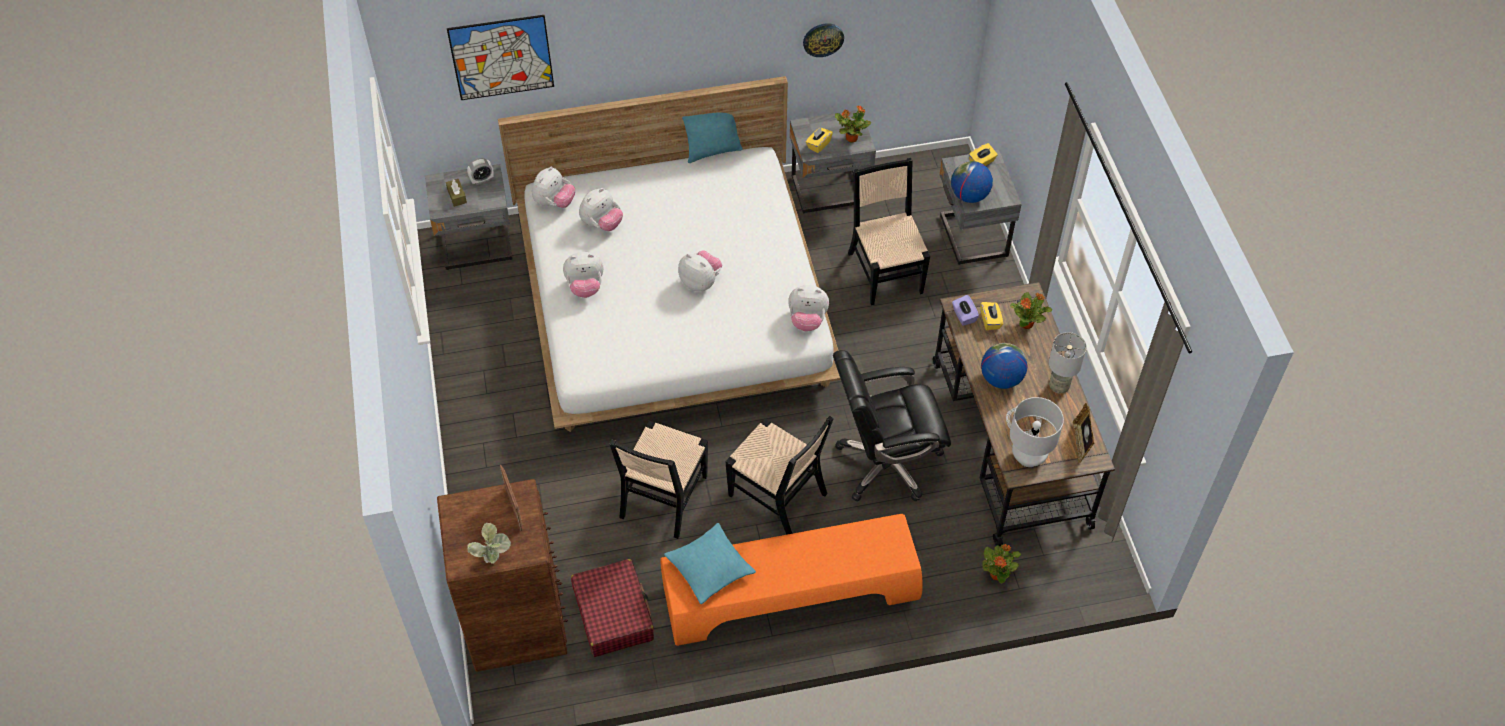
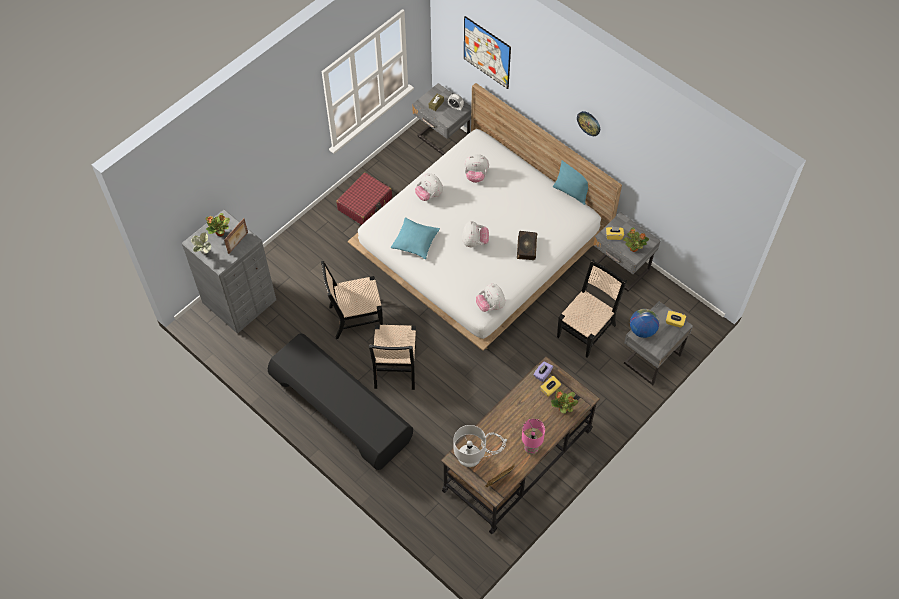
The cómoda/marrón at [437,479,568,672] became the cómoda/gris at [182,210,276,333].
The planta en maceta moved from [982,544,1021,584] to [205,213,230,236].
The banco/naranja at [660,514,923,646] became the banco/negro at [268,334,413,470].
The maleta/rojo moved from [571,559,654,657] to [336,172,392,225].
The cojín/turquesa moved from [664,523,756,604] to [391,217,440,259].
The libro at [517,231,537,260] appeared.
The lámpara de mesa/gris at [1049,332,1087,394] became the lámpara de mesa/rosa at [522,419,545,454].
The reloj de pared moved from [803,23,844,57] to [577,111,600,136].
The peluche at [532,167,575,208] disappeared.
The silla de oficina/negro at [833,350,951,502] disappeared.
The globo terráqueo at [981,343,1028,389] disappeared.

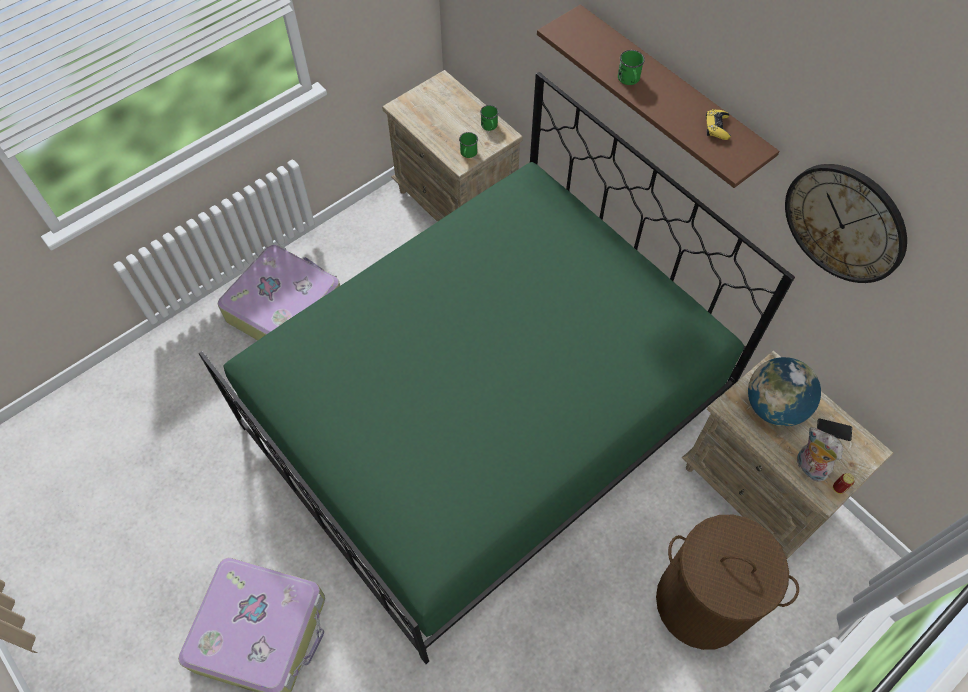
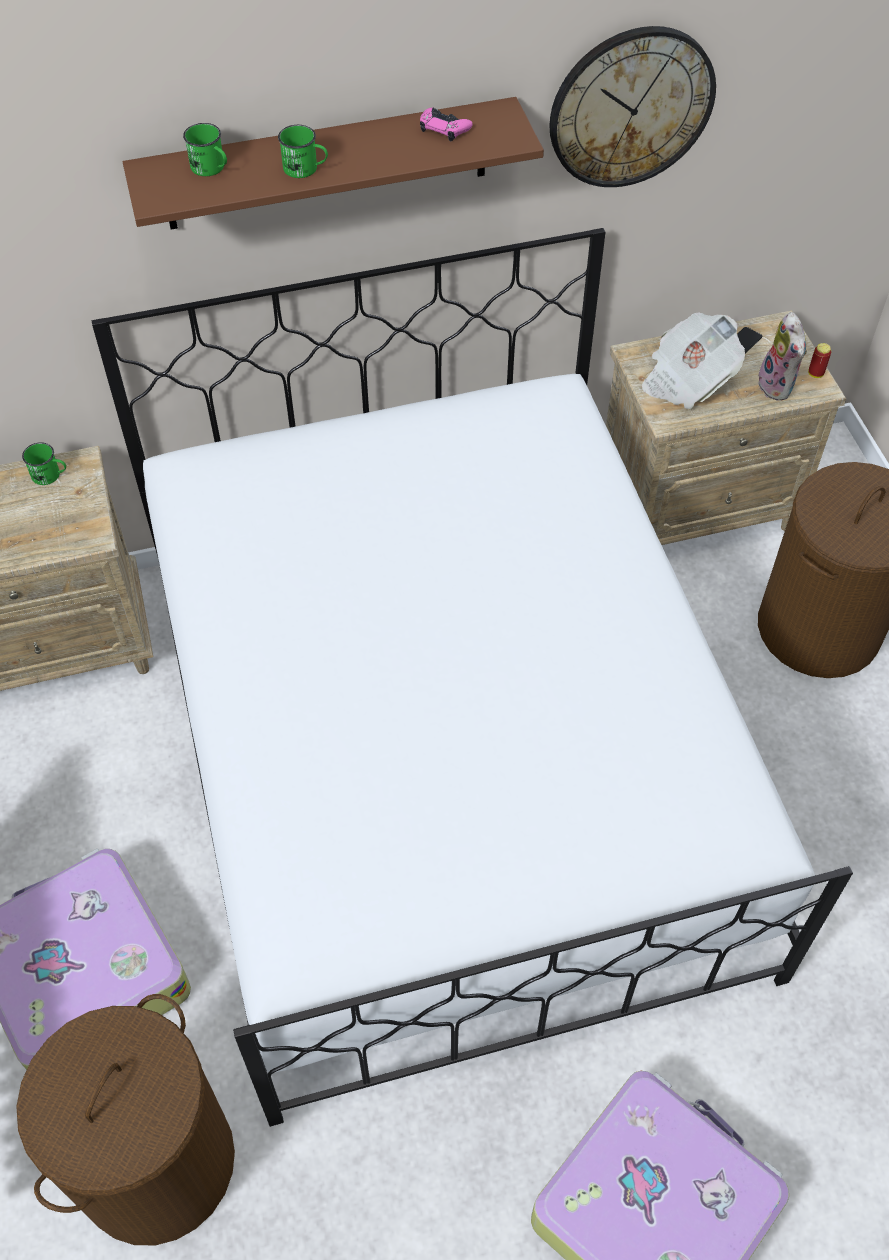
The cesto de la ropa/marrón at [16,994,235,1245] appeared.
The cama/verde at [198,72,795,664] became the cama/blanco at [92,228,853,1127].
The taza grande/verde moved from [459,132,478,158] to [183,123,227,176].
The mando de consola/amarillo at [706,109,731,140] became the mando de consola/rosa at [420,108,473,141].
The globo terráqueo at [748,357,821,426] was replaced by the periódico at [642,312,745,409].
The peluche at [797,427,843,482] turned 90 degrees counterclockwise.

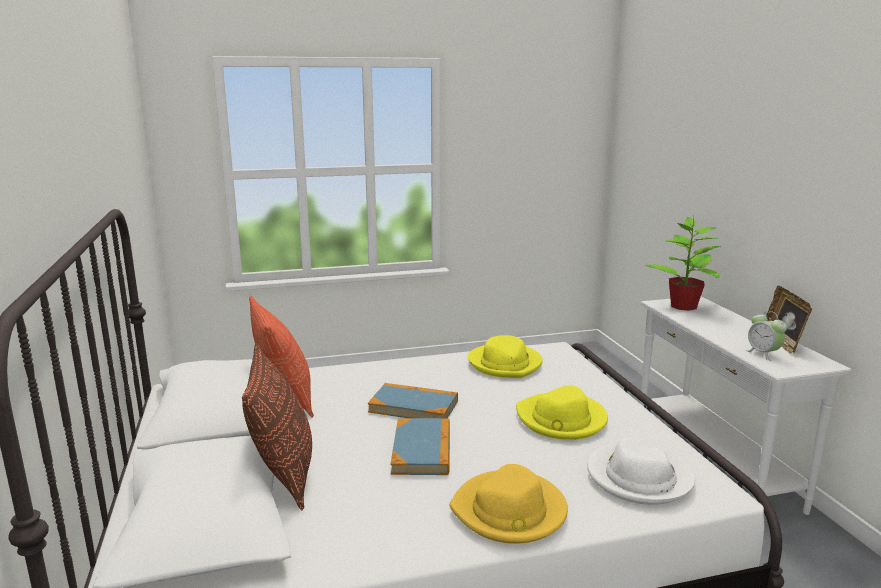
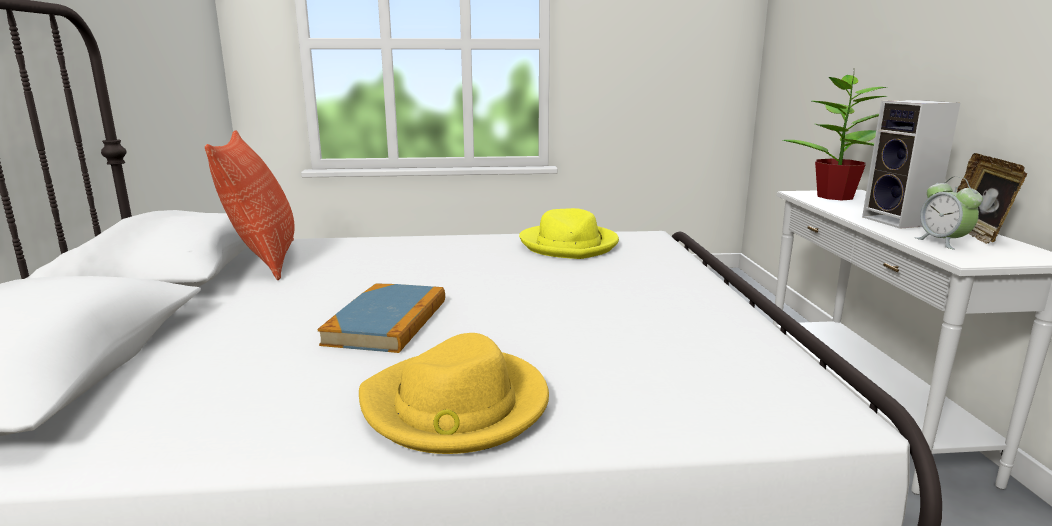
The altavoz at [862,100,960,229] appeared.
The cojín/marrón at [242,343,312,510] disappeared.
The libro at [368,383,458,418] disappeared.
The sombrero/amarillo at [516,385,608,440] disappeared.
The sombrero/blanco at [587,438,695,505] disappeared.

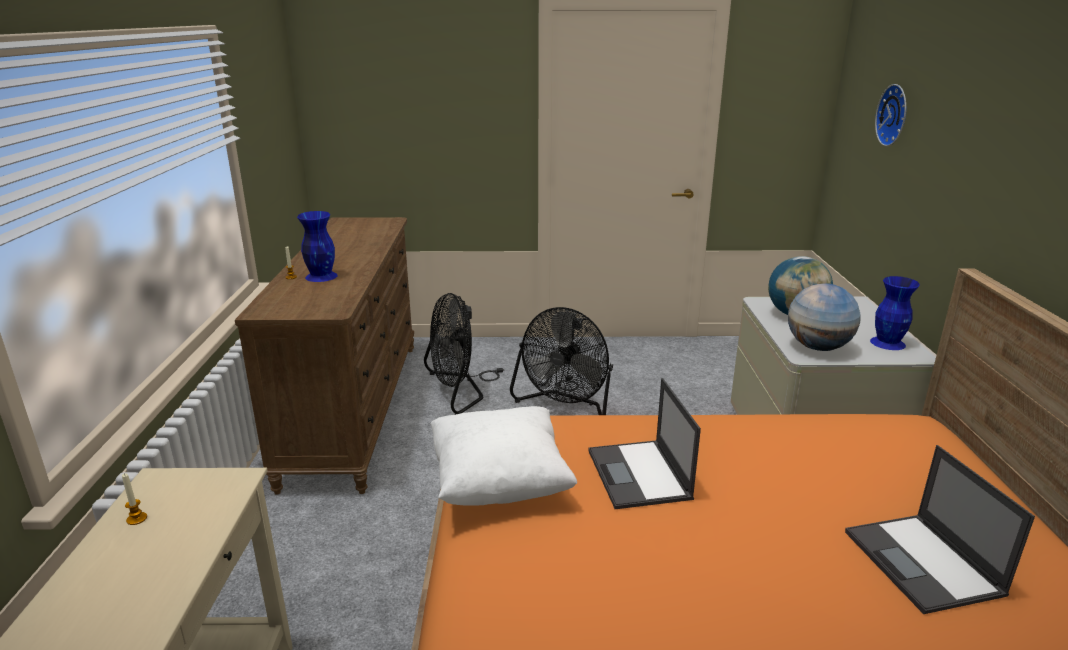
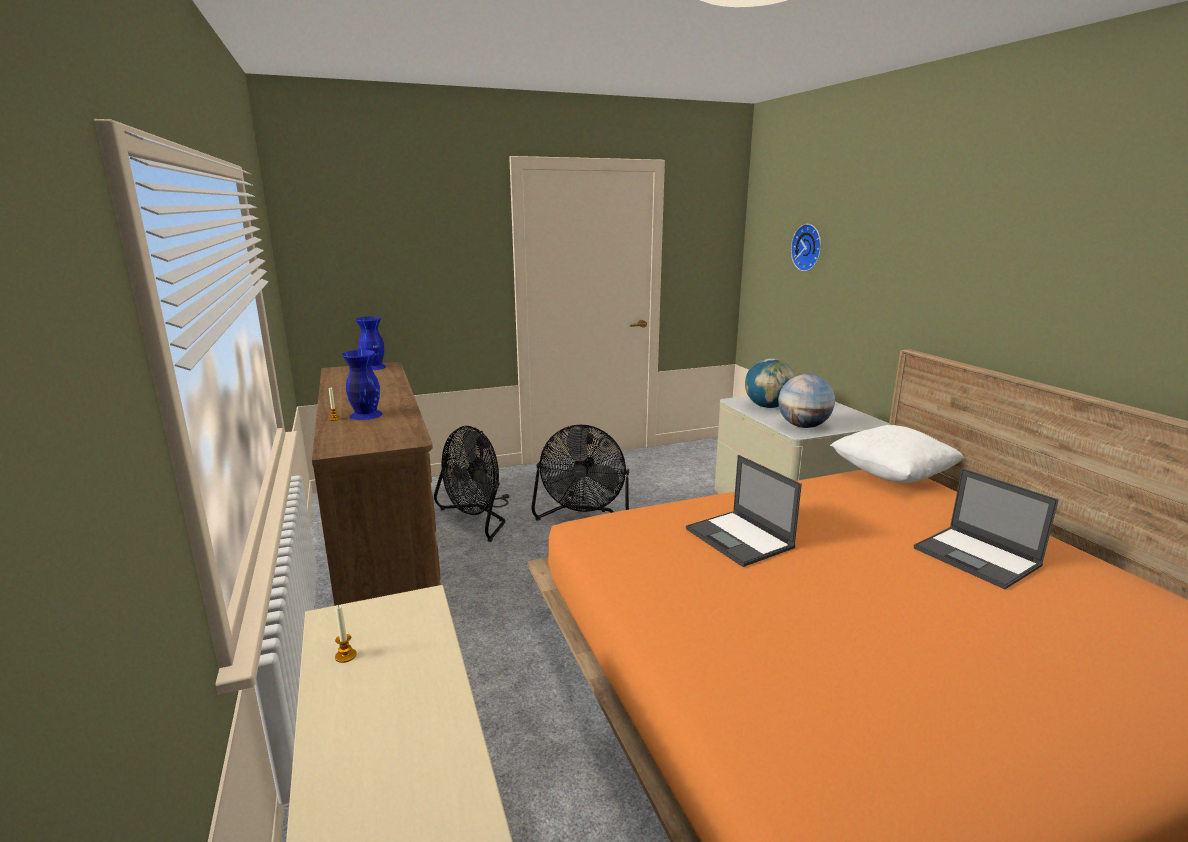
The florero/azul moved from [870,276,920,350] to [355,316,386,370].
The cojín/blanco moved from [430,406,577,506] to [830,425,964,483].

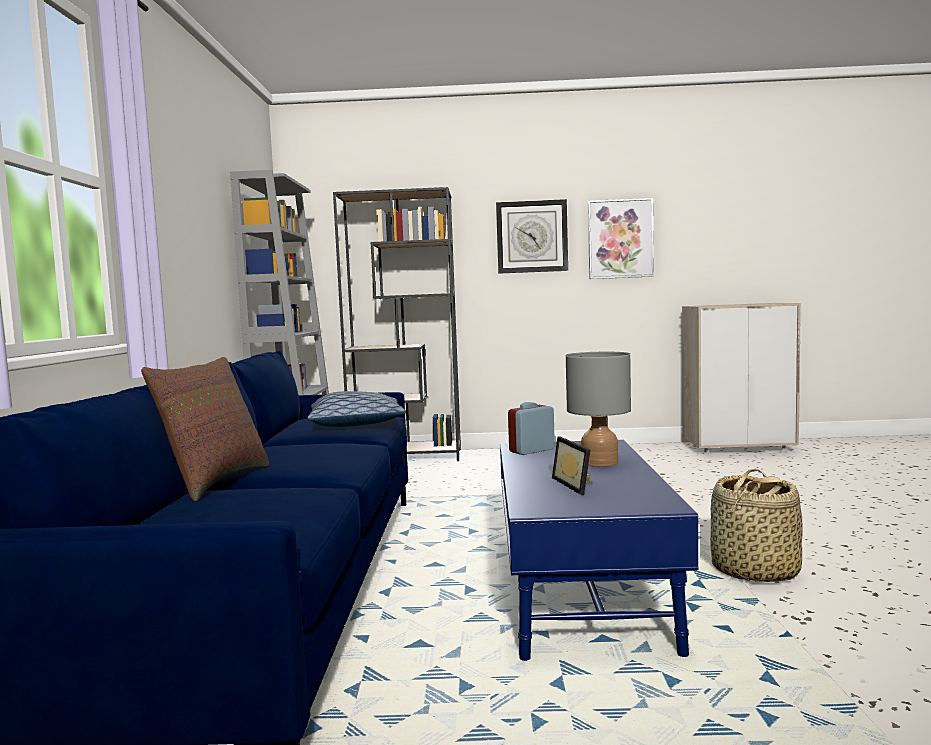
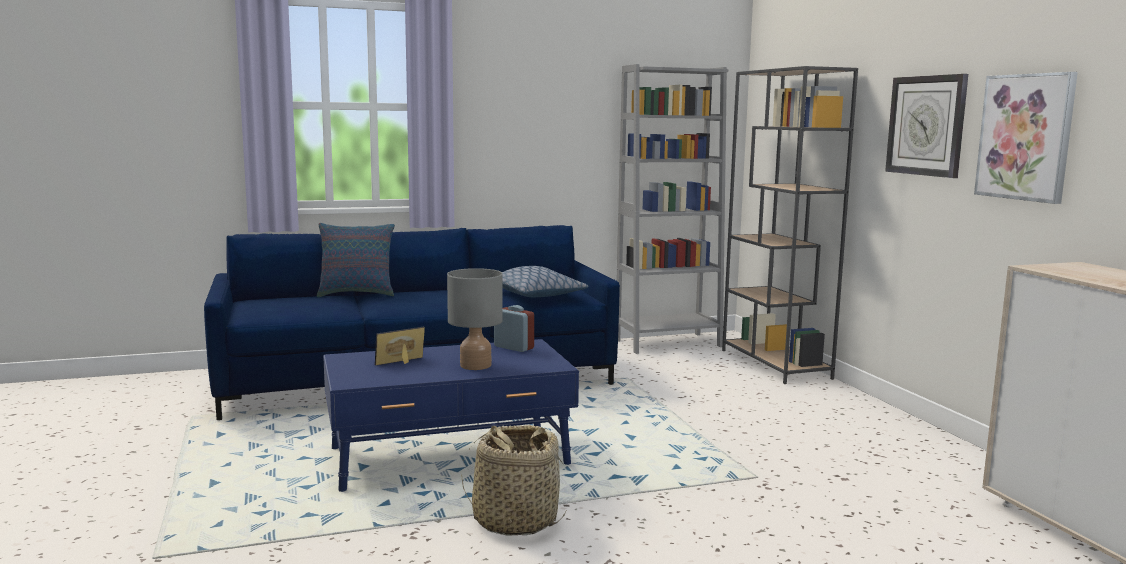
The cojín/marrón at [141,357,269,502] became the cojín/azul at [317,223,395,297].

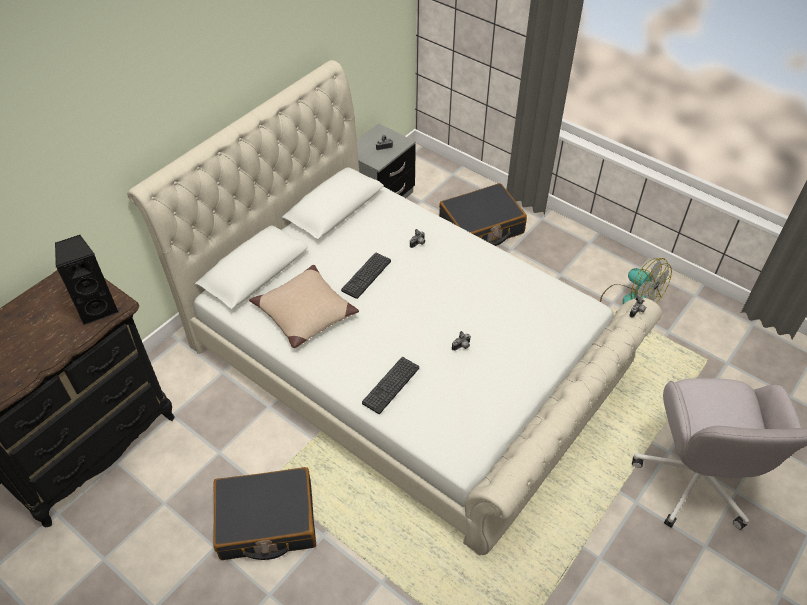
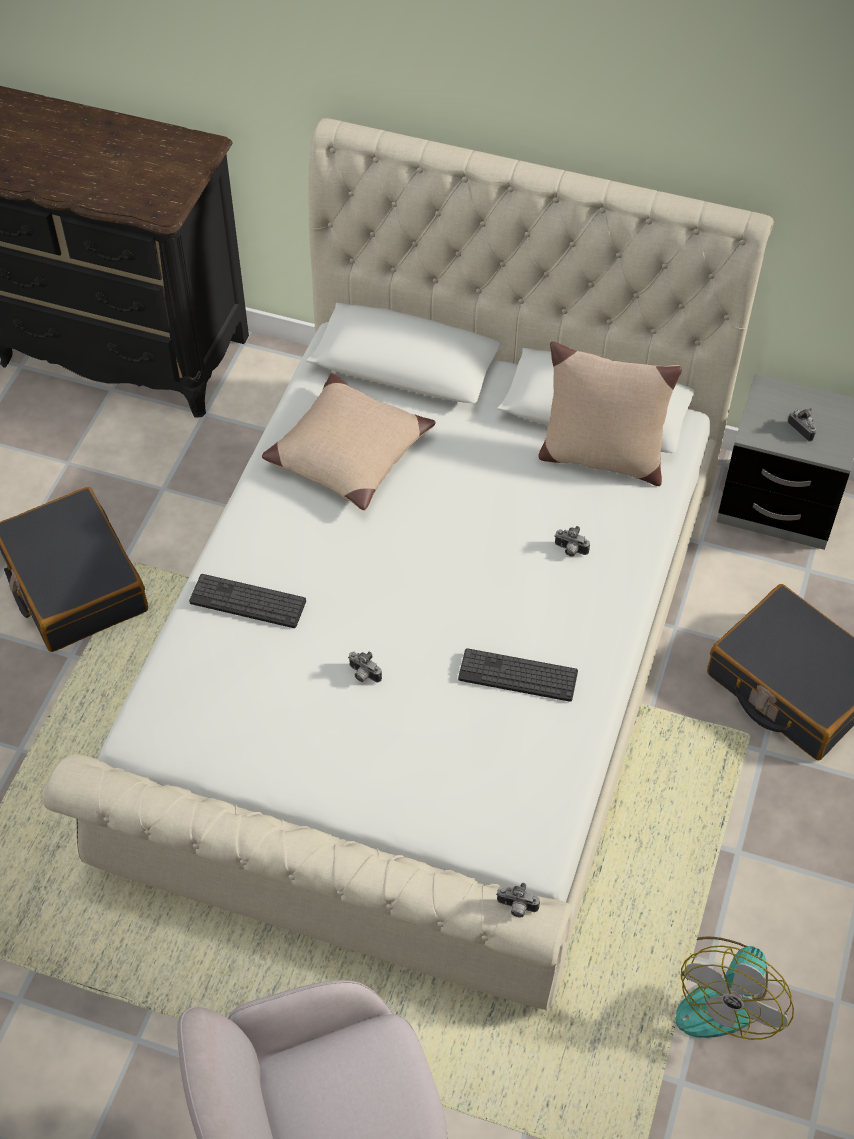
The teclado moved from [341,253,391,299] to [458,648,578,702].
The cojín/beis at [538,341,682,486] appeared.
The altavoz/negro at [55,235,119,325] disappeared.

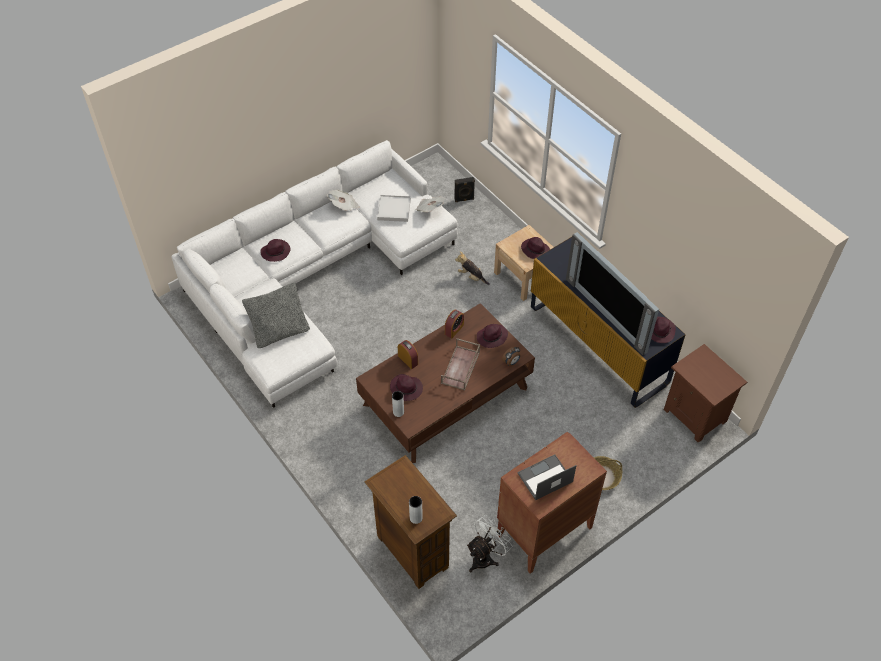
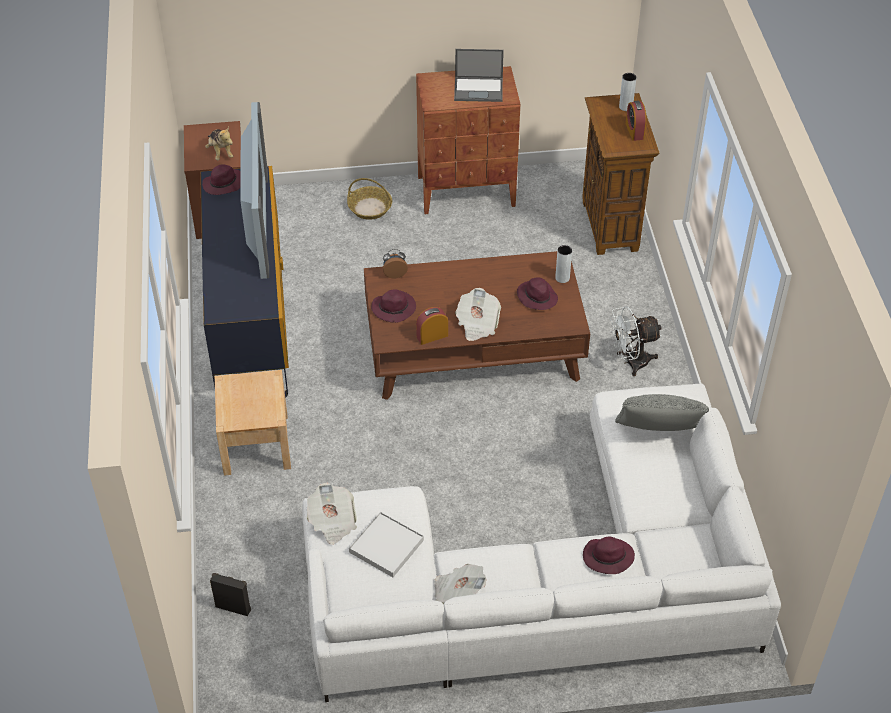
The peluche moved from [455,251,490,285] to [205,127,233,160].
The periódico at [455,288,501,341] appeared.
The ventilador/blanco moved from [466,515,512,573] to [610,306,662,376].
The despertador moved from [398,340,418,369] to [626,101,646,141].
The bandeja/marrón at [441,338,480,391] disappeared.
The sombrero/morado at [521,237,550,259] disappeared.

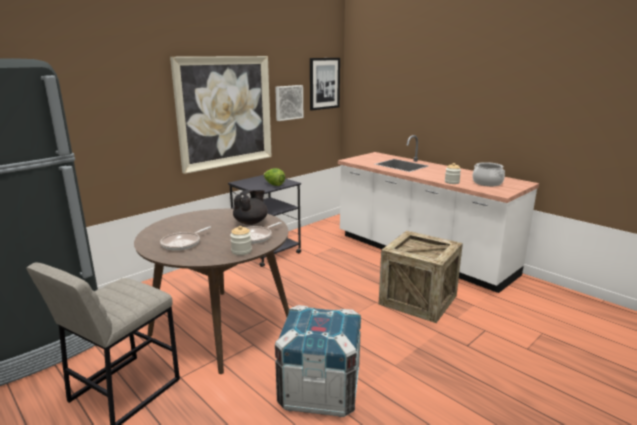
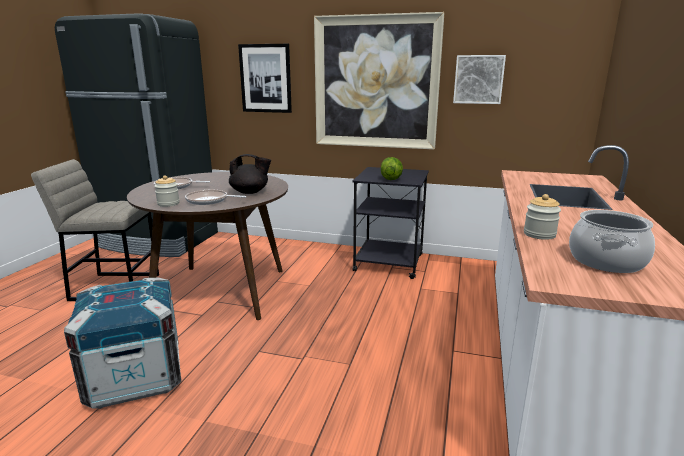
The cuadro moved from [310,58,340,111] to [238,44,292,113].
The caja de embalaje at [379,231,463,323] disappeared.

